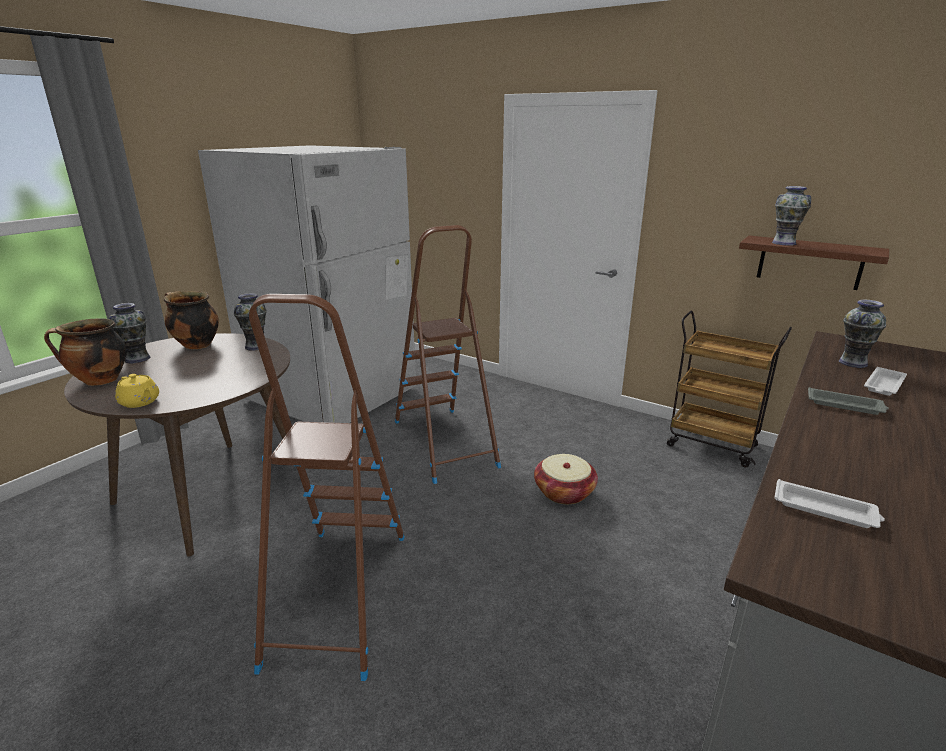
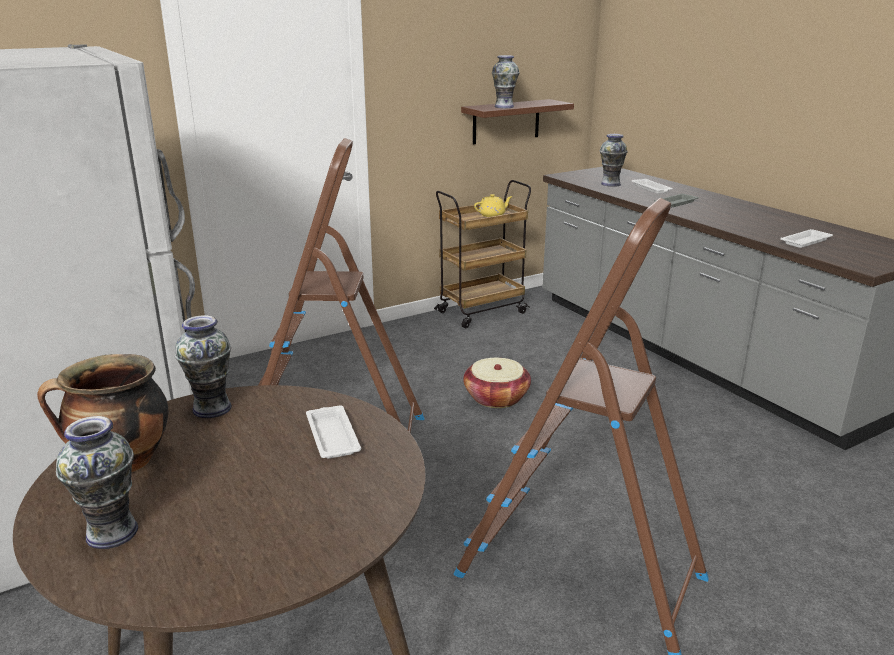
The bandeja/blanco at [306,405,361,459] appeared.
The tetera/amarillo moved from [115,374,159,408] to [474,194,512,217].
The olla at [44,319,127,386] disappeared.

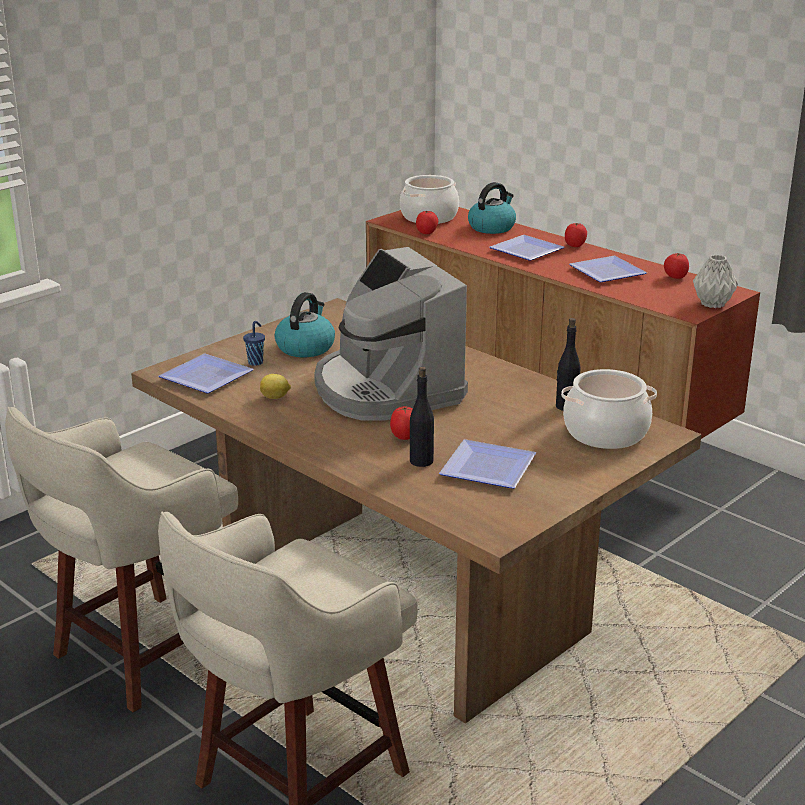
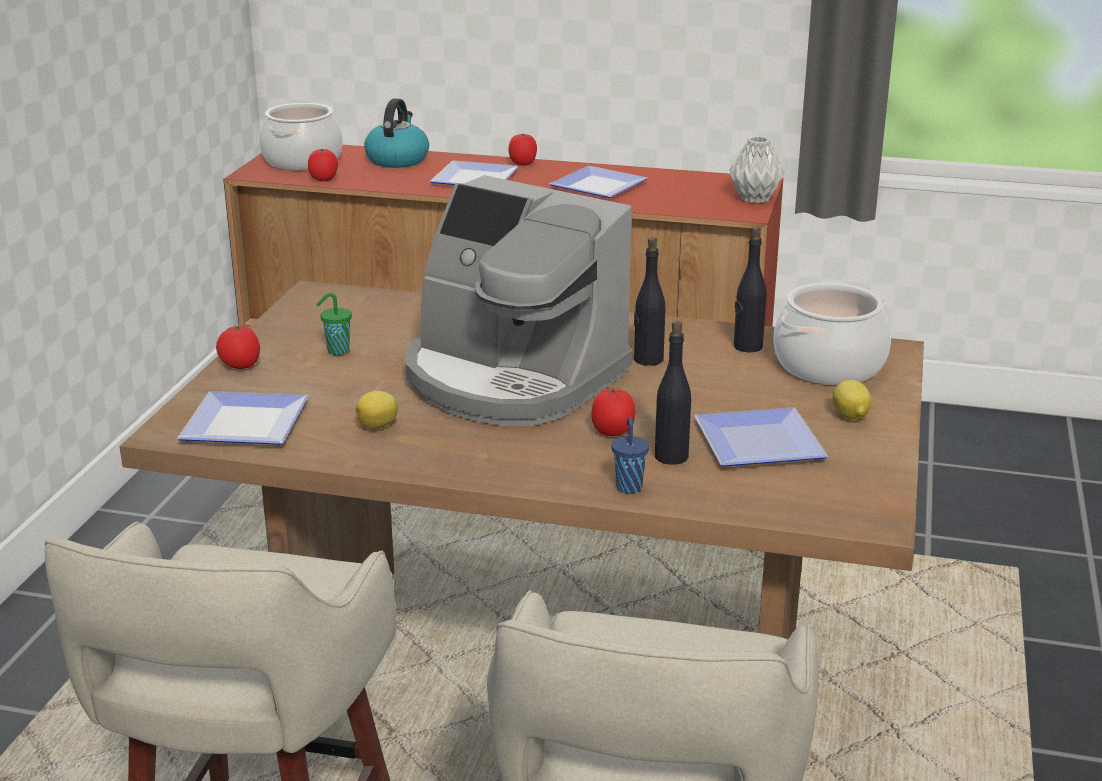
The tomate moved from [664,253,689,279] to [216,325,260,369].
The hervidor at [274,292,335,357] was replaced by the taza/verde at [316,293,352,355].
The taza/azul moved from [243,321,265,366] to [611,417,649,494].
The botella/negro at [634,238,665,366] appeared.
The limón at [833,380,872,420] appeared.

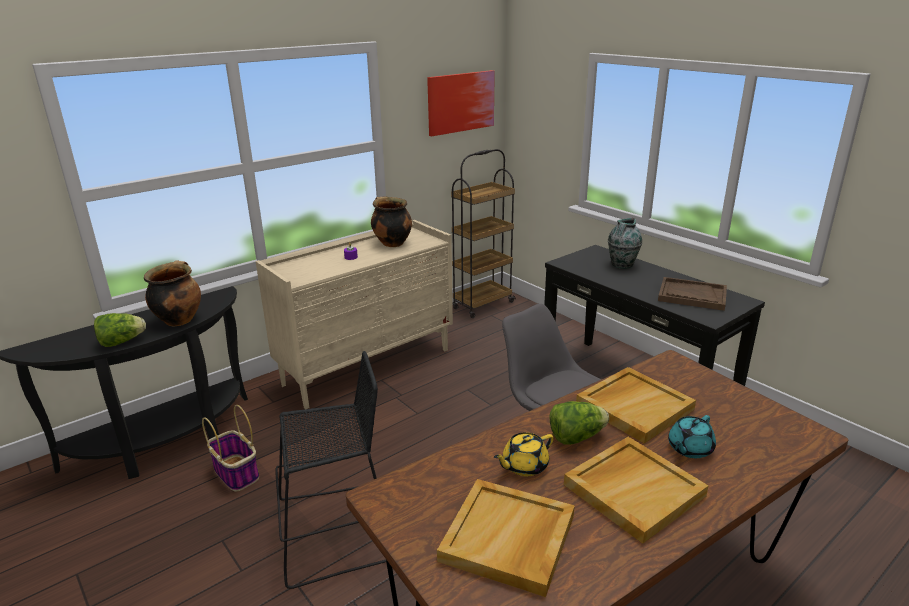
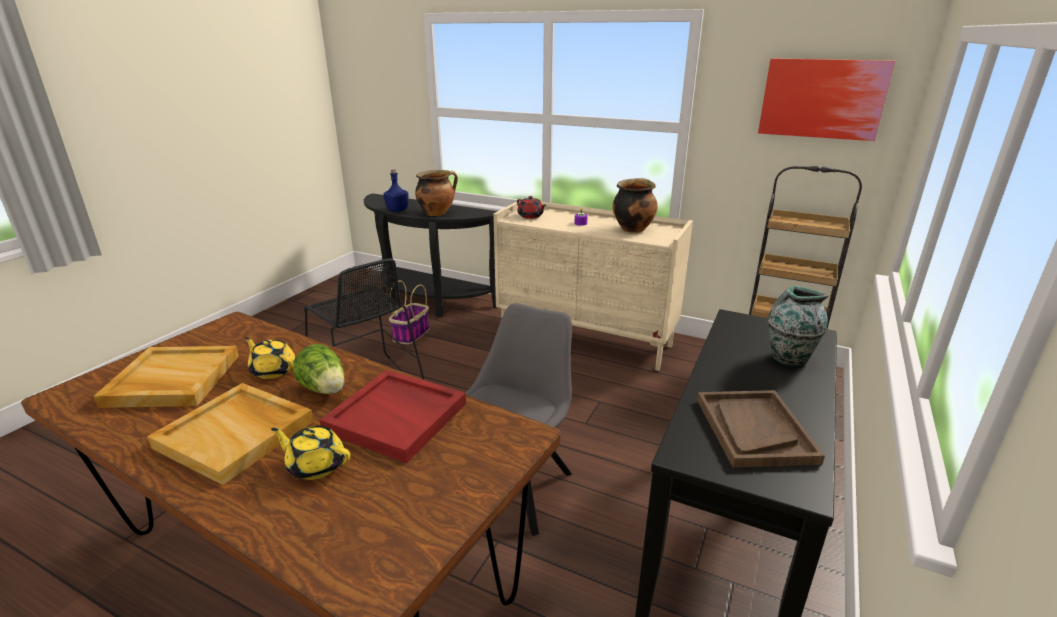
The tetera/turquesa at [668,415,716,458] became the tetera/amarillo at [271,426,351,480].
The bandeja/beis at [576,367,696,443] became the bandeja/rojo at [320,370,466,463].
The lechuga at [94,313,146,347] was replaced by the botella/azul at [383,169,408,212].
The tetera/rojo at [517,196,546,219] appeared.

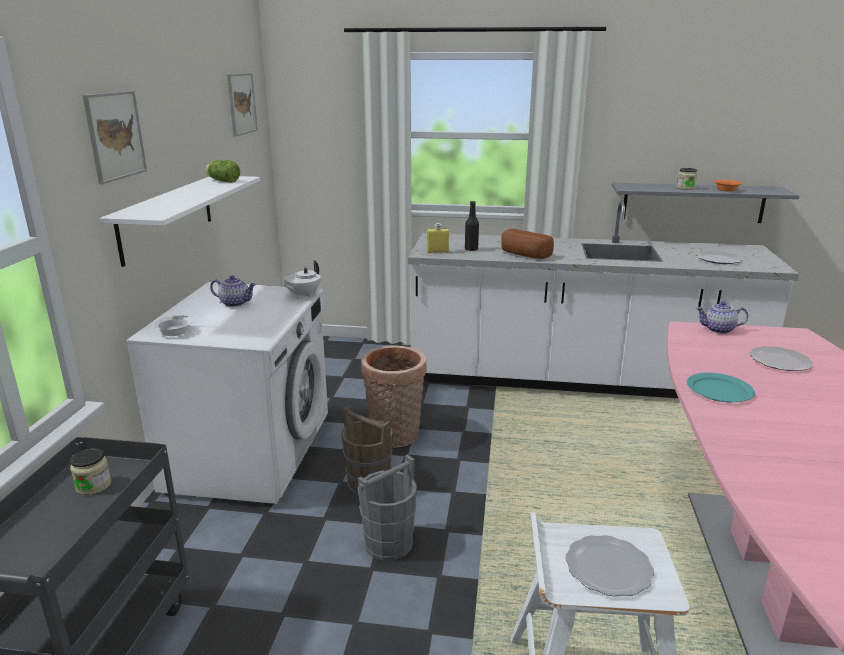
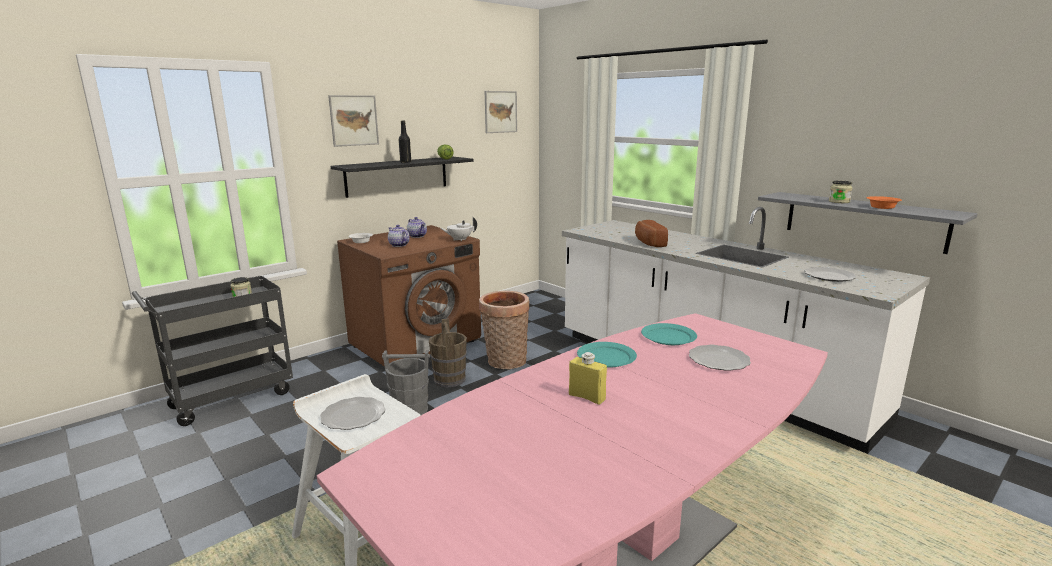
The estante/blanco at [100,176,260,267] became the estante/negro at [331,157,474,198].
The lavadora/blanco at [127,282,328,506] became the lavadora/marrón at [337,225,481,367].
The tetera moved from [696,301,748,334] to [388,225,410,247].
The botella/negro moved from [465,201,479,251] to [398,121,411,162].
The botella/amarillo moved from [427,223,449,253] to [569,352,607,405].
The plato/turquesa at [641,323,697,345] appeared.

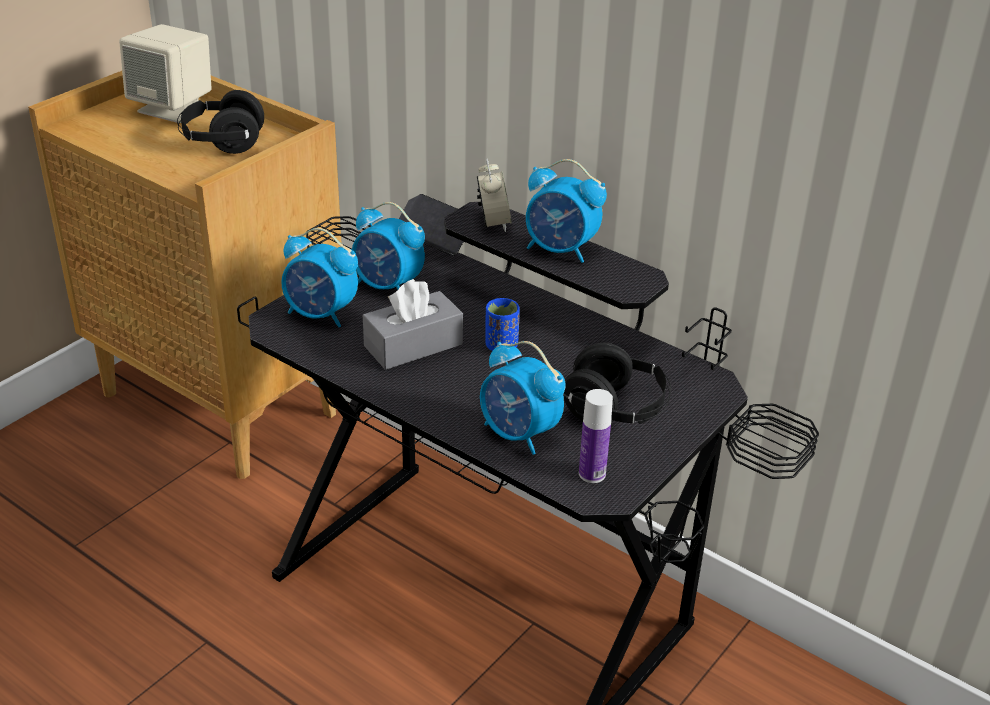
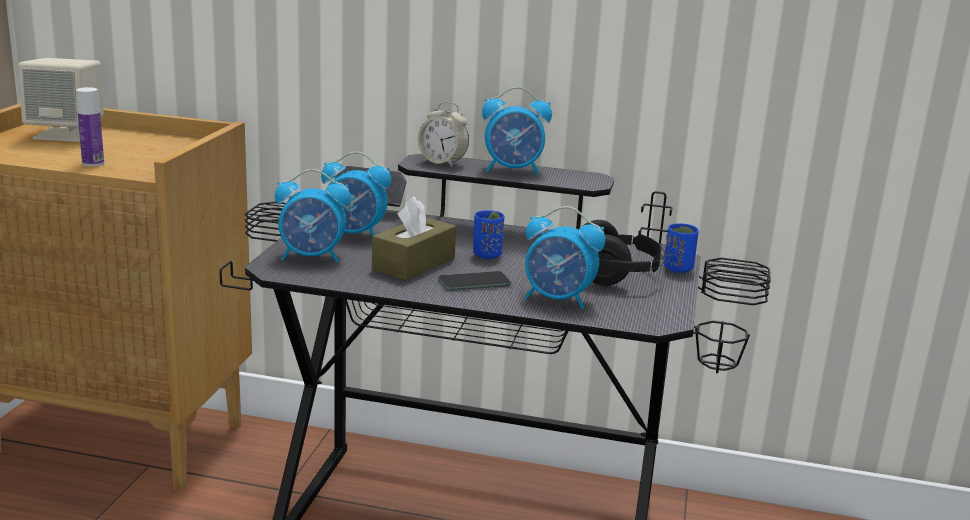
The botella moved from [579,389,613,483] to [76,87,104,167].
The caja de pañuelos/gris at [363,279,463,370] became the caja de pañuelos/marrón at [372,196,456,281].
The despertador at [477,158,512,232] turned 150 degrees clockwise.
The móvil at [438,271,511,291] appeared.
The taza/azul at [664,223,699,273] appeared.
The auriculares/negro at [177,90,264,154] disappeared.

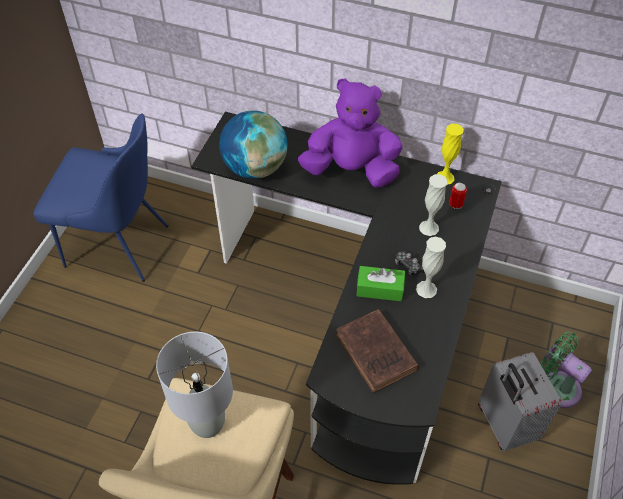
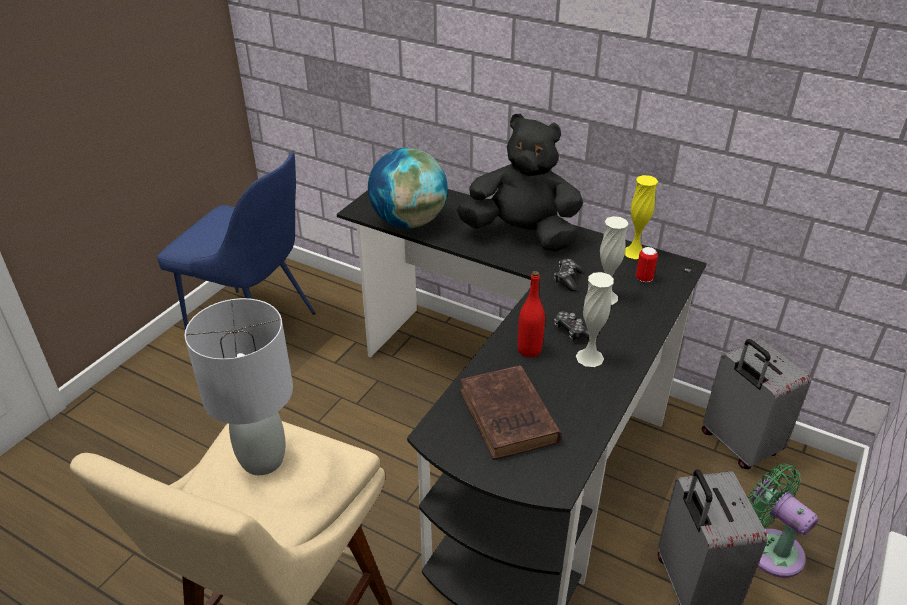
The peluche/morado at [298,78,403,188] became the peluche/negro at [457,114,583,251].
The caja de pañuelos/verde at [357,266,405,301] was replaced by the botella/rojo at [518,271,545,357].
The mando de consola at [554,259,583,291] appeared.
The maleta/gris at [702,339,811,469] appeared.

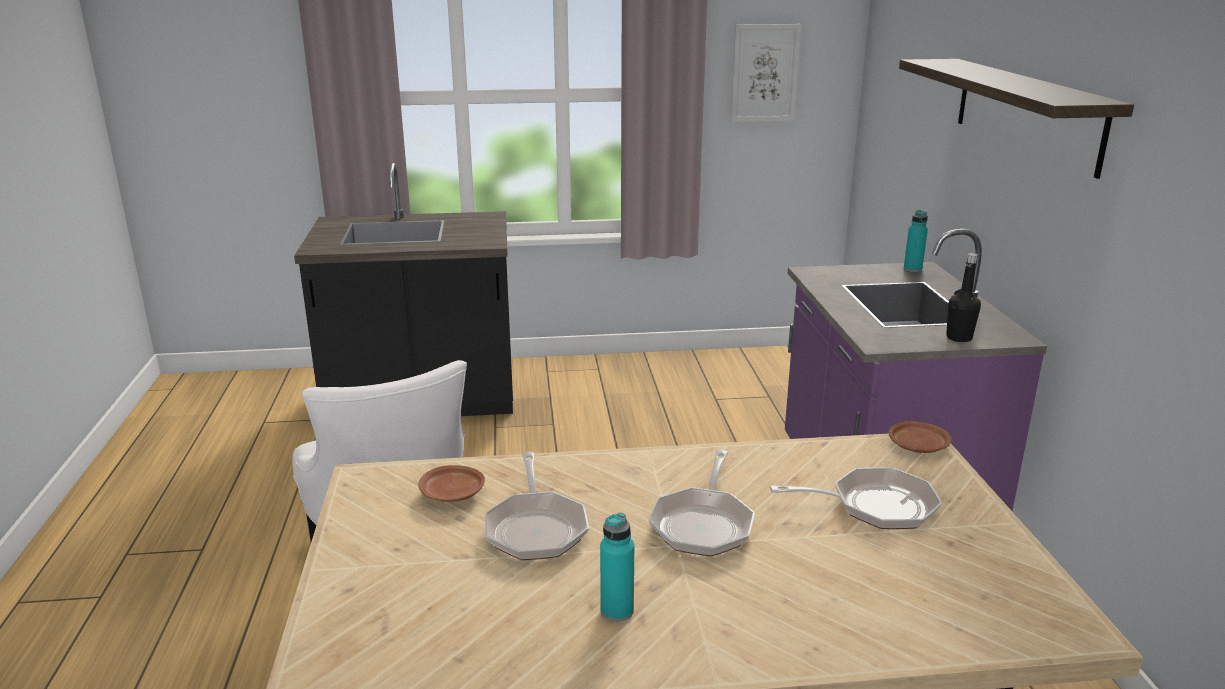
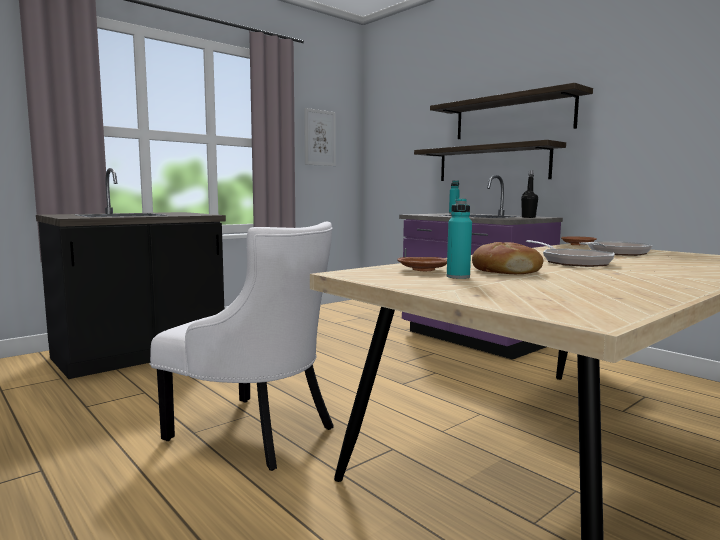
The estante at [414,140,566,181] appeared.
The botella/turquesa moved from [600,512,634,622] to [447,198,472,279].
The sartén at [485,452,589,560] was replaced by the pan at [472,242,543,274].

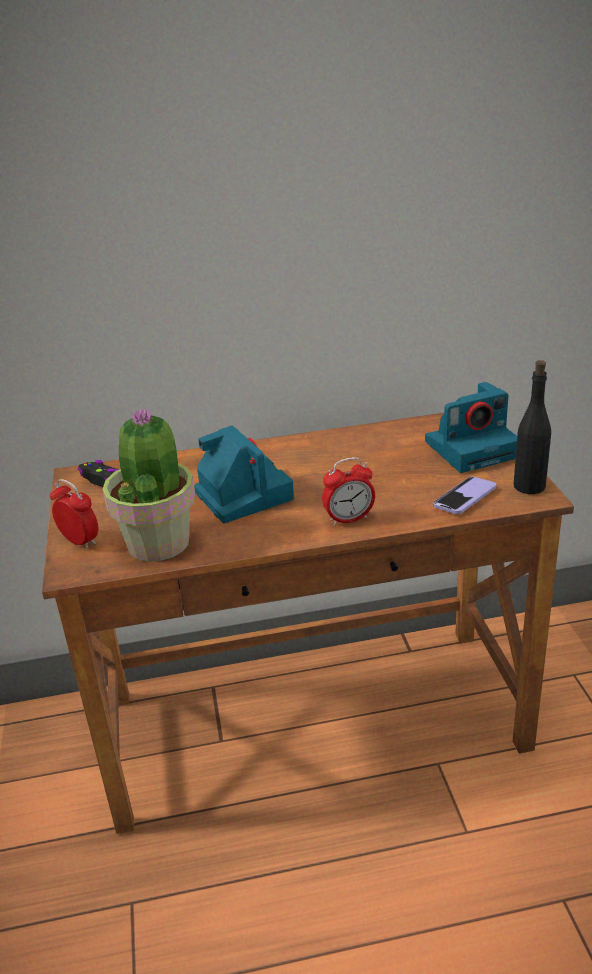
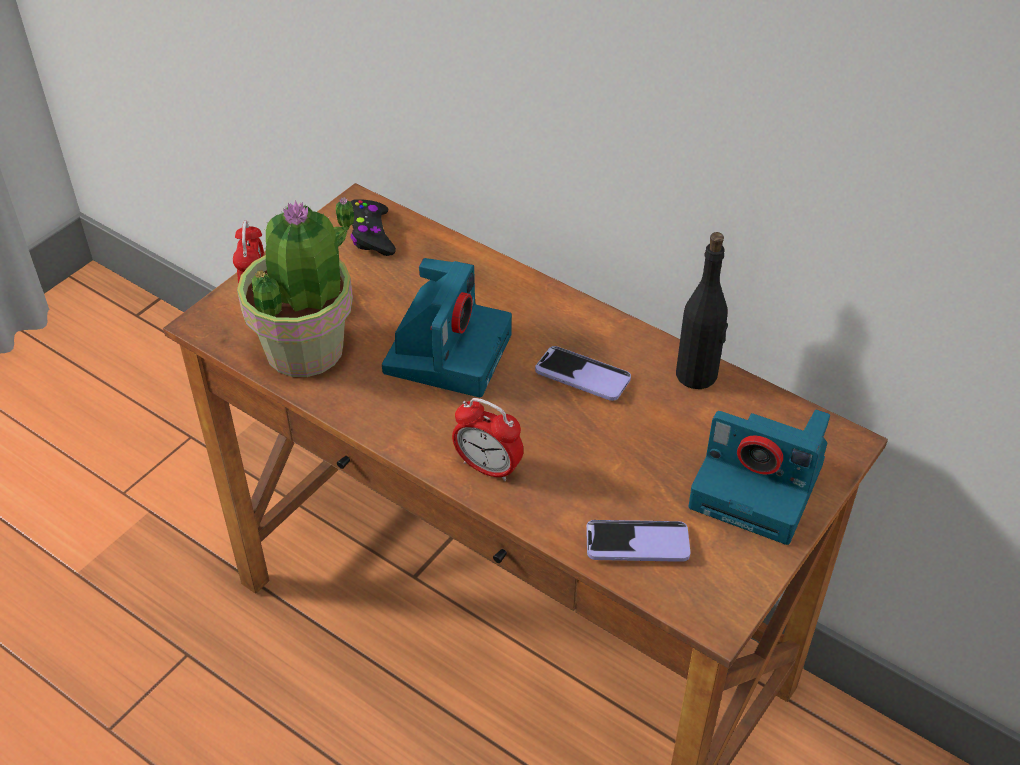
The móvil at [535,346,631,401] appeared.
The botella/negro moved from [514,360,551,494] to [676,232,728,389].

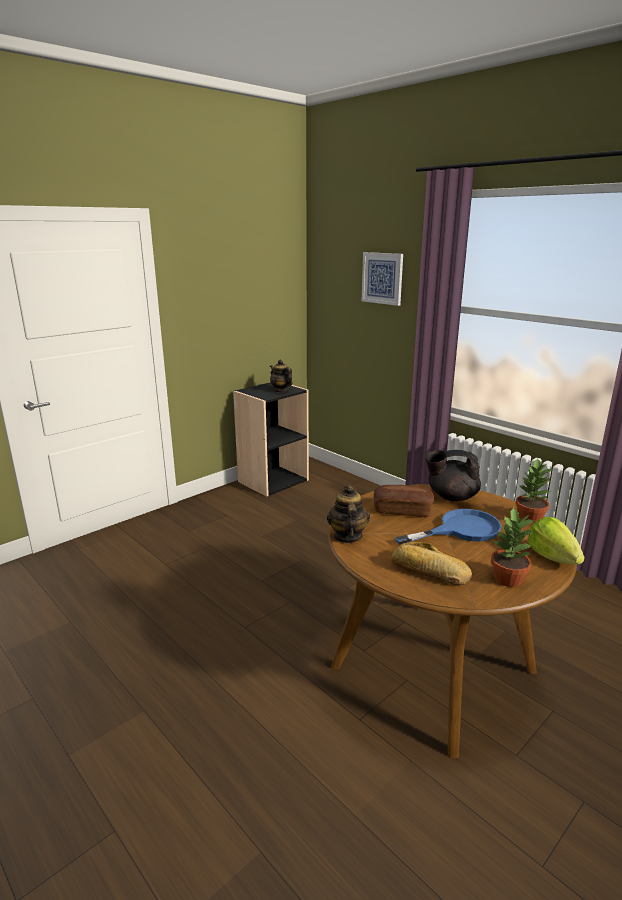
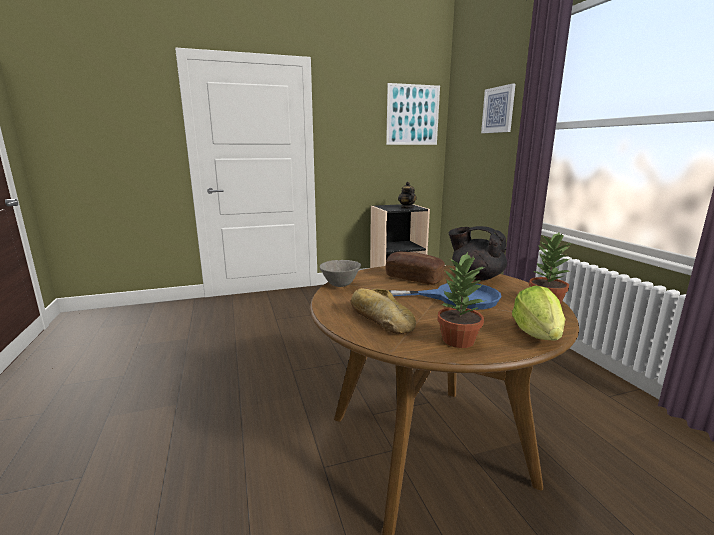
The tetera at [327,485,370,543] was replaced by the cuenco/gris at [320,260,361,287].
The cuadro at [386,83,440,145] appeared.

